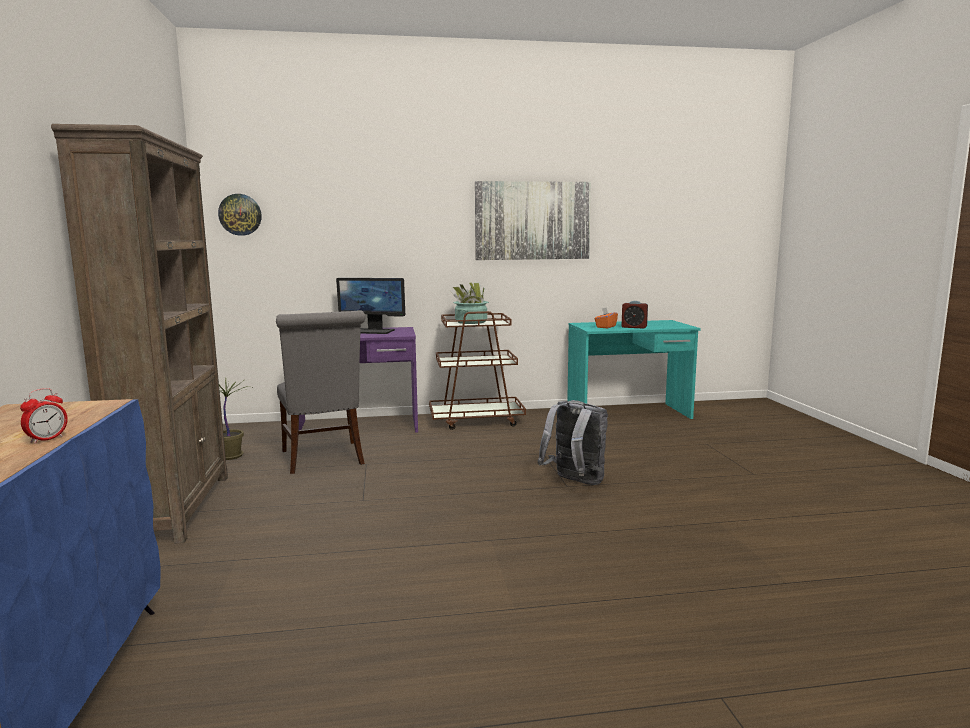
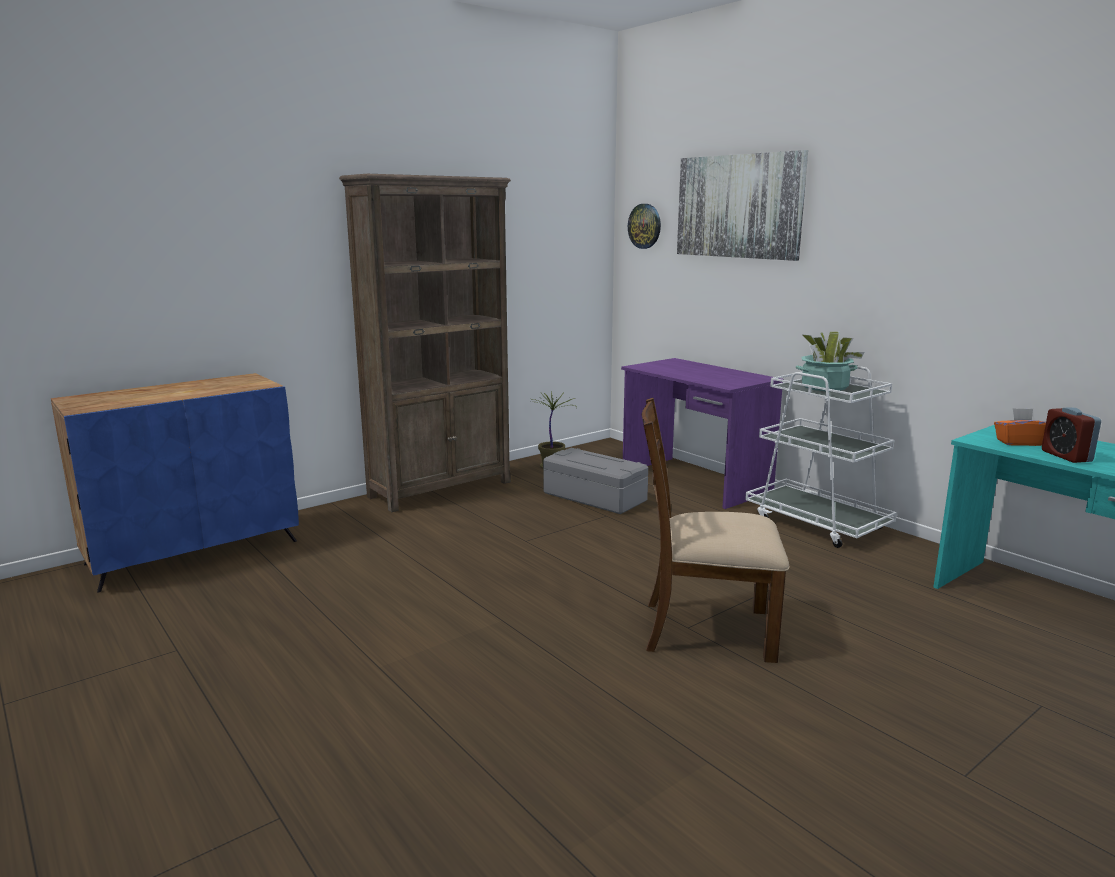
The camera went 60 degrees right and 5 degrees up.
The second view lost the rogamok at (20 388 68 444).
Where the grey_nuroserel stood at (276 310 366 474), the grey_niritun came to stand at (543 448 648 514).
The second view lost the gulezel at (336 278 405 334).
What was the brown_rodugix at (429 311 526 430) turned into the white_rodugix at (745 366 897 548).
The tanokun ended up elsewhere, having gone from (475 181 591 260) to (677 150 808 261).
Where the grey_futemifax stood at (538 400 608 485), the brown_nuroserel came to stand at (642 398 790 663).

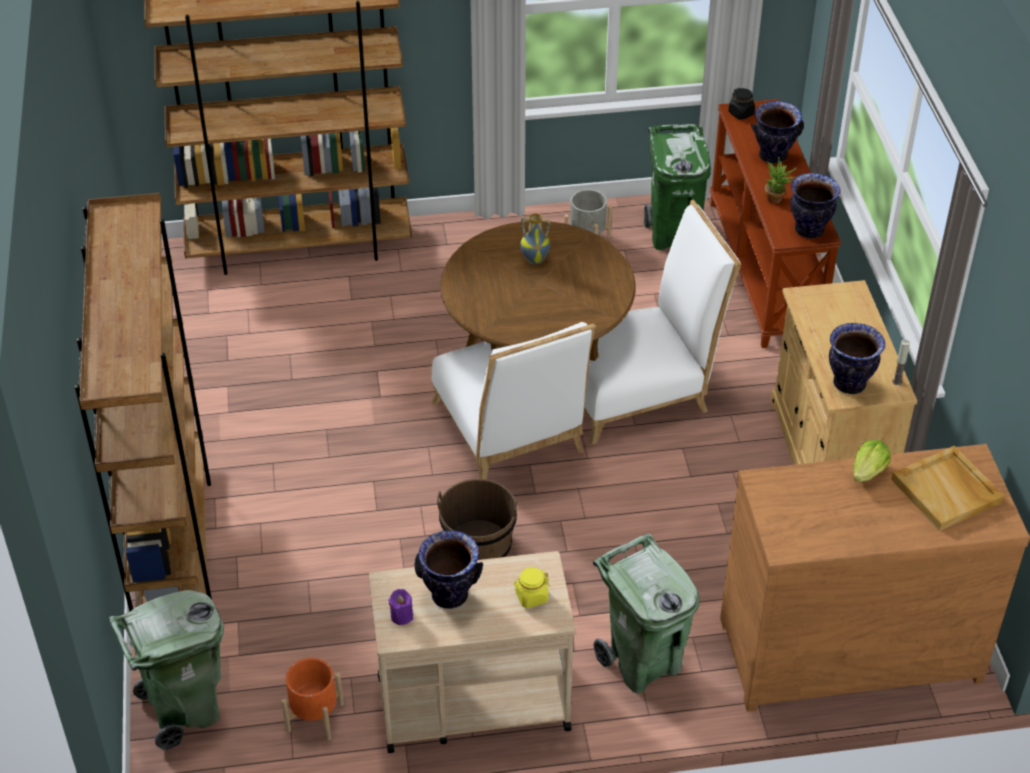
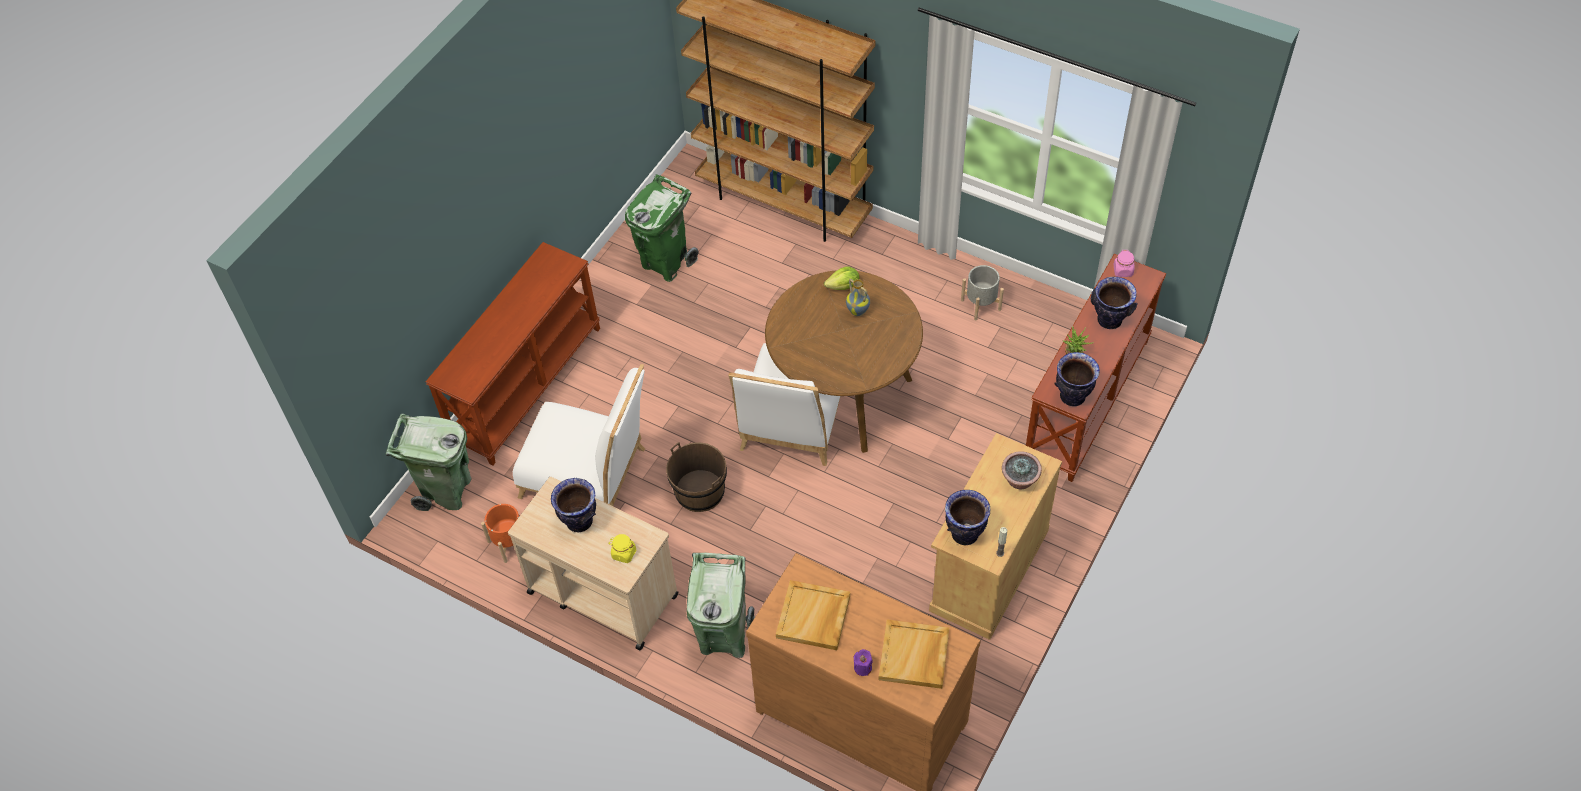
The camera went 40 degrees right and 10 degrees up.
Where the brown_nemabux stood at (75 193 212 612), the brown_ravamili came to stand at (426 242 600 466).
The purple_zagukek ended up elsewhere, having gone from (388 589 413 625) to (854 649 872 676).
The white_nuroserel ended up elsewhere, having gone from (584 199 741 445) to (513 364 645 506).
The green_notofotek ended up elsewhere, having gone from (644 124 711 250) to (625 174 699 282).
What was the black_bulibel at (728 88 755 120) turned into the pink_bulibel at (1114 250 1134 277).
The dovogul ended up elsewhere, having gone from (853 440 891 482) to (824 266 859 290).
The second view gained the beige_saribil at (776 580 850 650).
The second view gained the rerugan at (1002 451 1042 489).

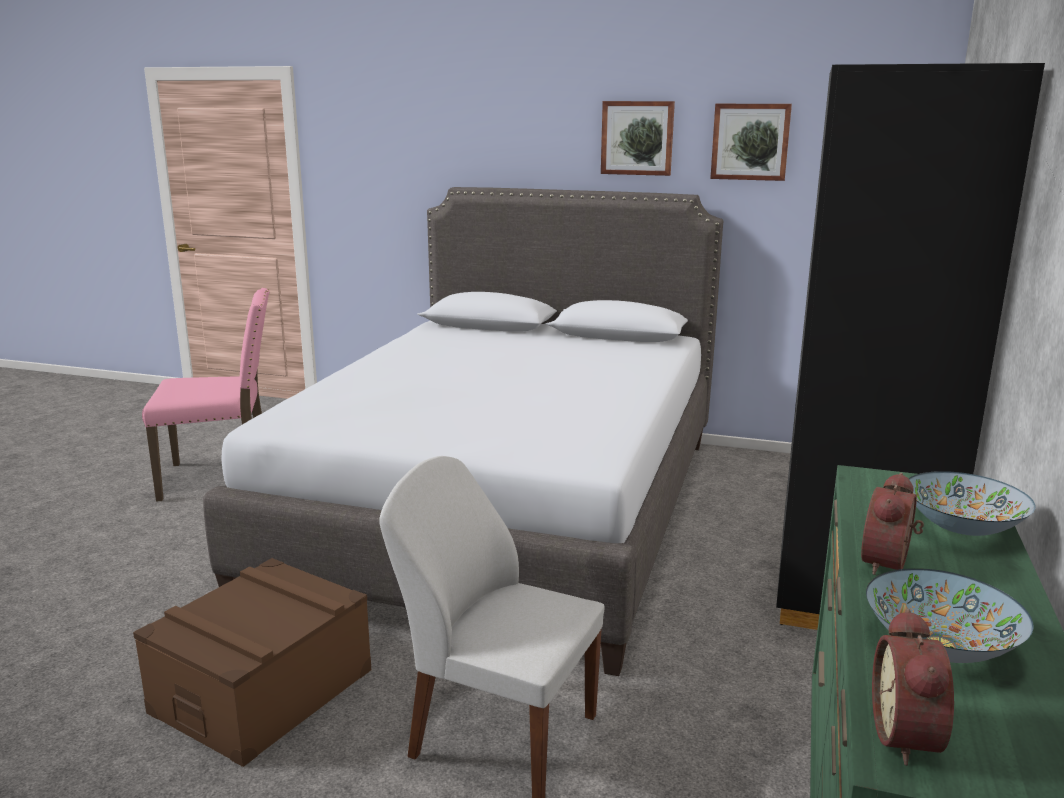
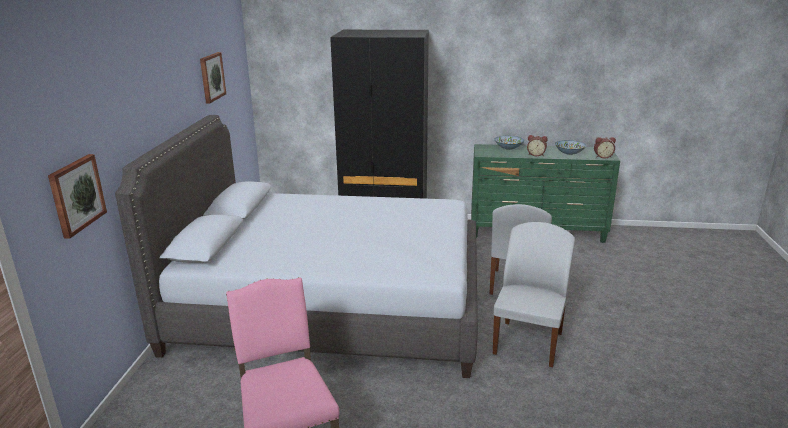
The camera went 100 degrees left and 5 degrees up.
Where the brown_niritun stood at (133 558 371 767), the white_nuroserel came to stand at (493 222 575 367).
The tanokun ended up elsewhere, having gone from (601 101 675 176) to (48 154 107 239).

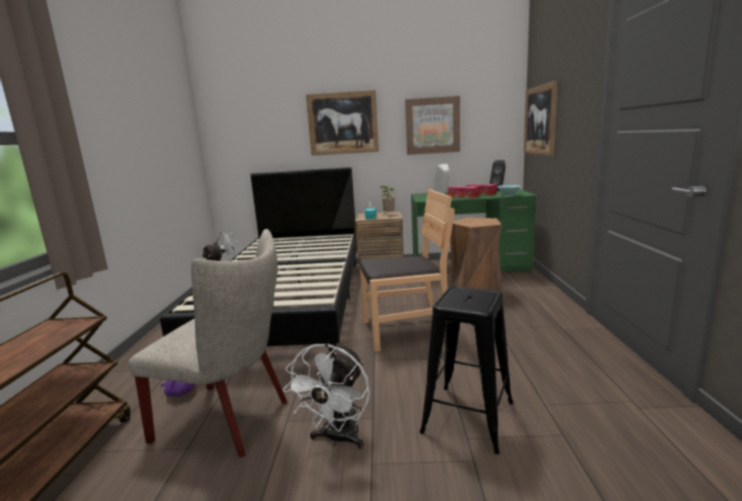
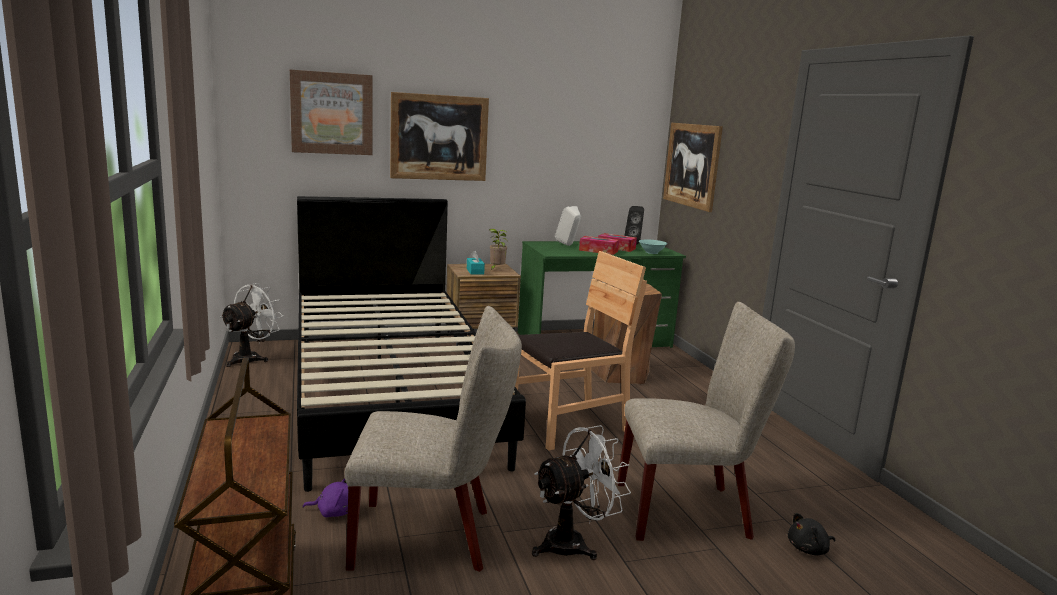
The camera went 20 degrees left and 0 degrees up.
The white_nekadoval at (283 343 370 449) ended up facing another way, 120 degrees counterclockwise from before.
The tanokun ended up elsewhere, having gone from (405 96 460 155) to (290 70 373 155).
Where the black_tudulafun stood at (420 286 513 454), the beige_nuroserel came to stand at (617 302 795 541).
The second view gained the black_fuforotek at (788 513 835 555).

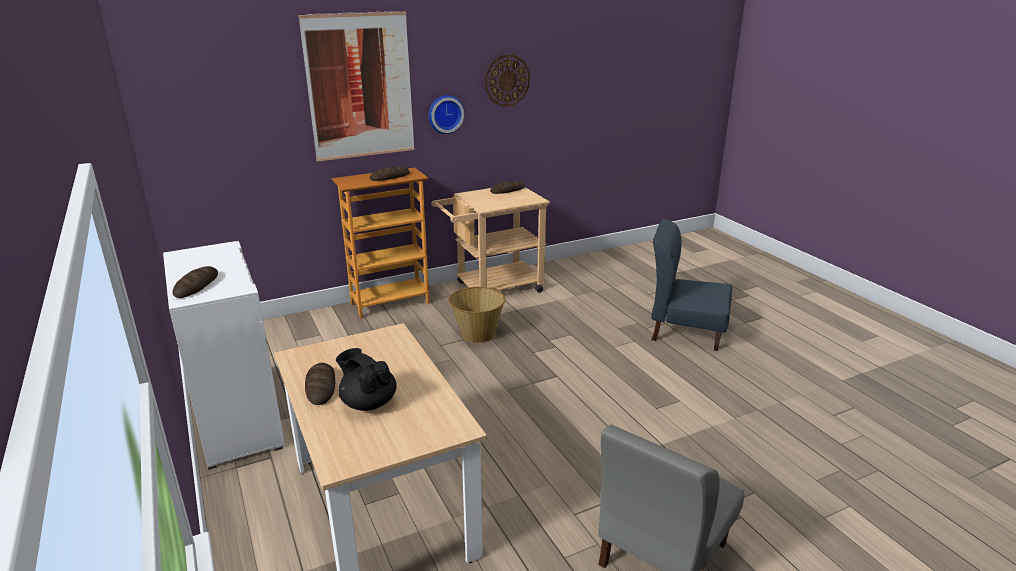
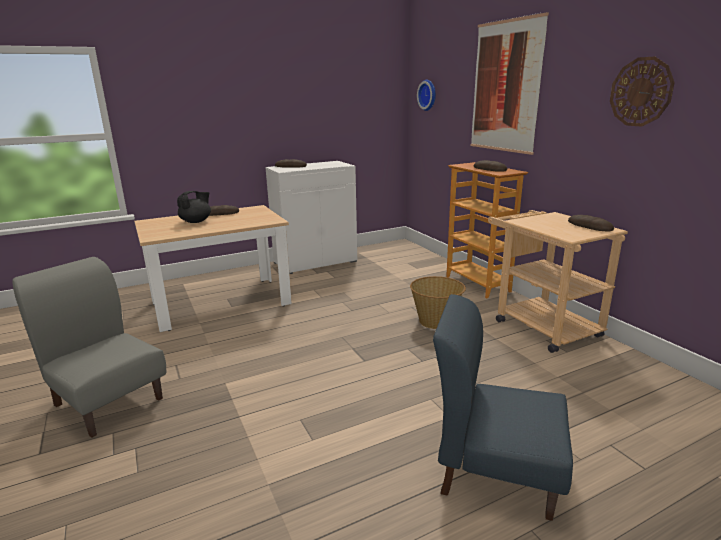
The camera went 90 degrees right and 5 degrees down.
The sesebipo ended up elsewhere, having gone from (429 95 465 134) to (417 80 436 111).
The blue_nuroserel at (651 219 732 351) ended up facing another way, 90 degrees counterclockwise from before.

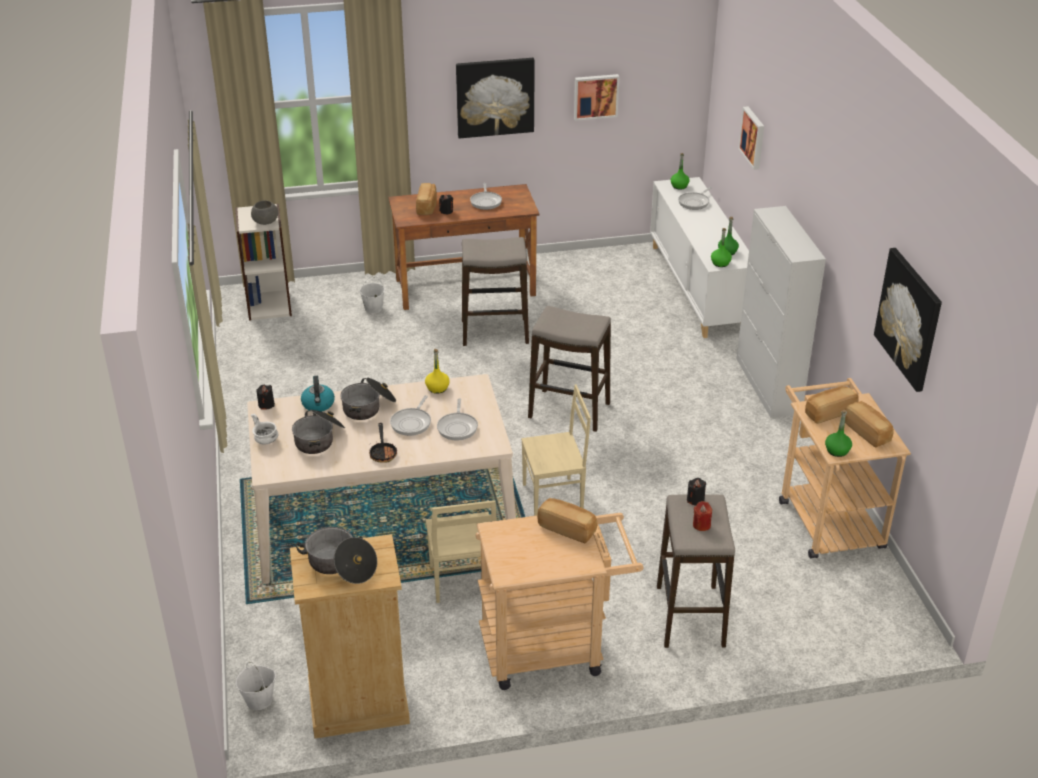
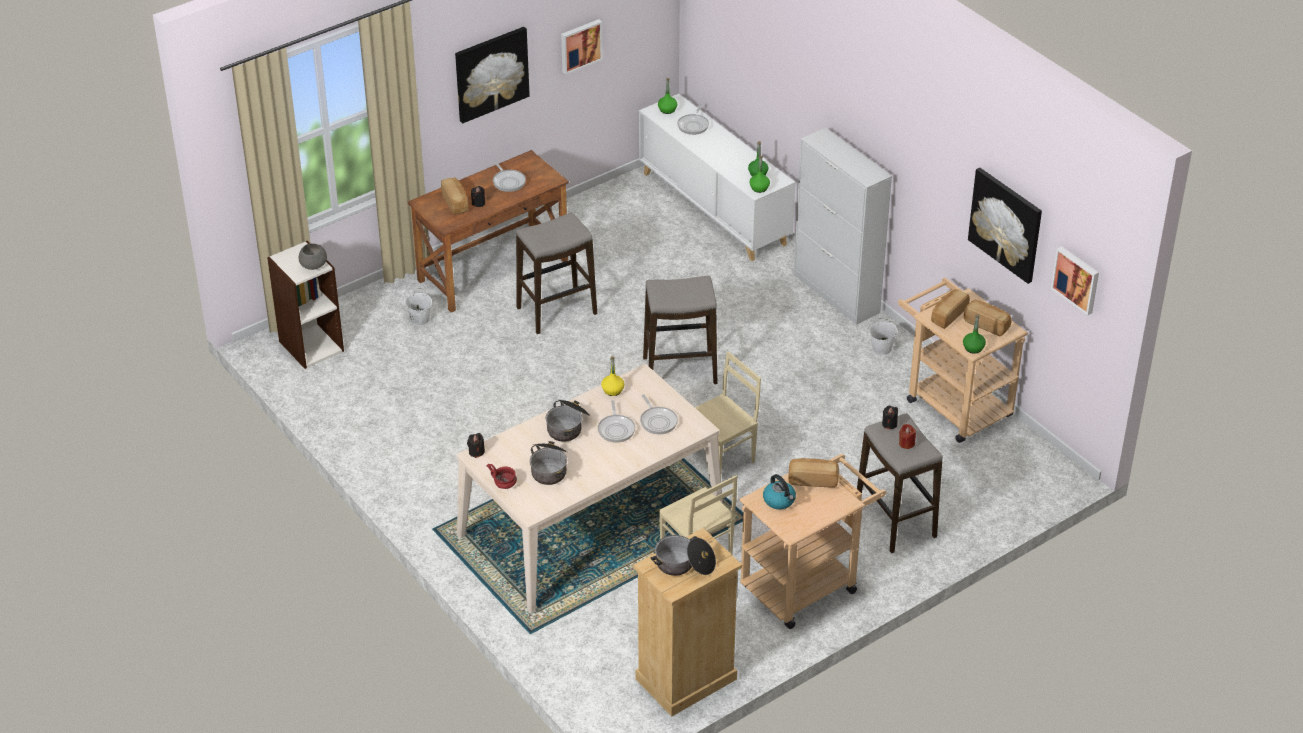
The camera went 25 degrees left and 5 degrees up.
The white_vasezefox ended up elsewhere, having gone from (236 662 276 710) to (869 318 897 355).
What was the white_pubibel at (251 414 279 445) turned into the red_pubibel at (487 464 517 489).
The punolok ended up elsewhere, having gone from (301 376 335 412) to (763 474 796 509).
The second view lost the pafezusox at (369 423 397 463).
The tanokun ended up elsewhere, having gone from (738 106 764 170) to (1051 246 1099 316).

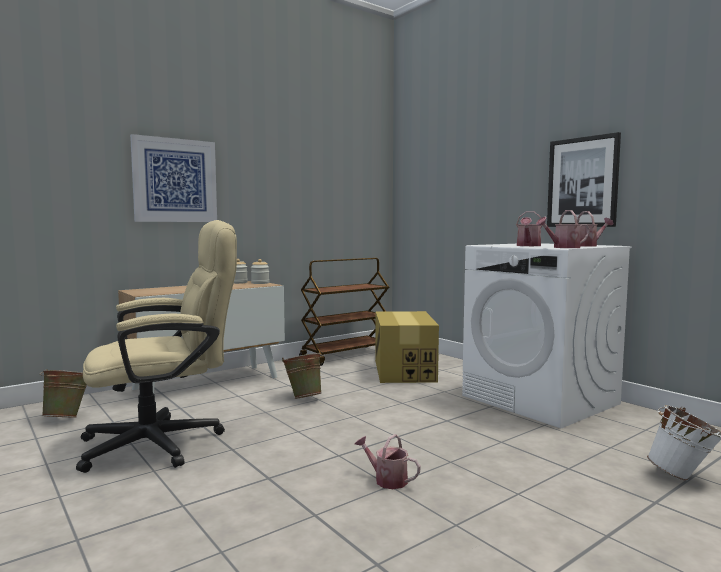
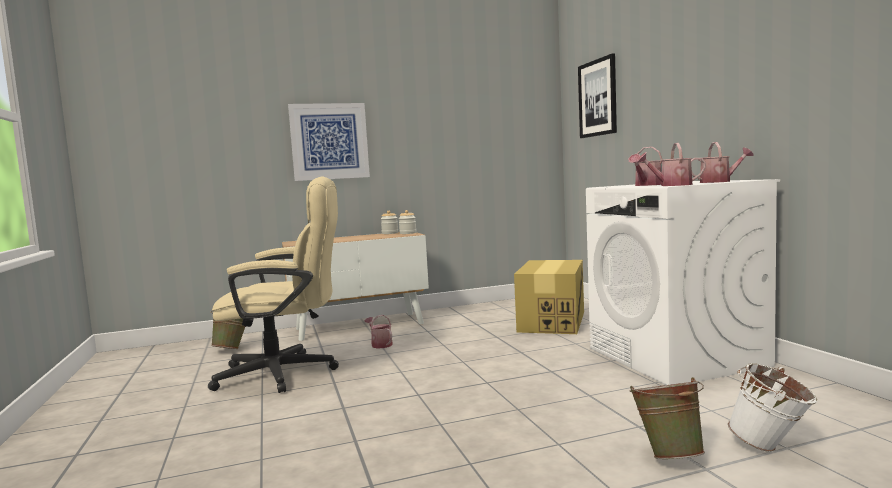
The camera went 20 degrees right and 0 degrees up.
The green_vasezefox ended up elsewhere, having gone from (282 353 323 399) to (630 377 705 459).
The second view lost the brown_rodugix at (299 258 389 366).
The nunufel ended up elsewhere, having gone from (355 434 421 489) to (365 315 393 349).
The tanokun ended up elsewhere, having gone from (547 132 621 227) to (578 53 617 138).

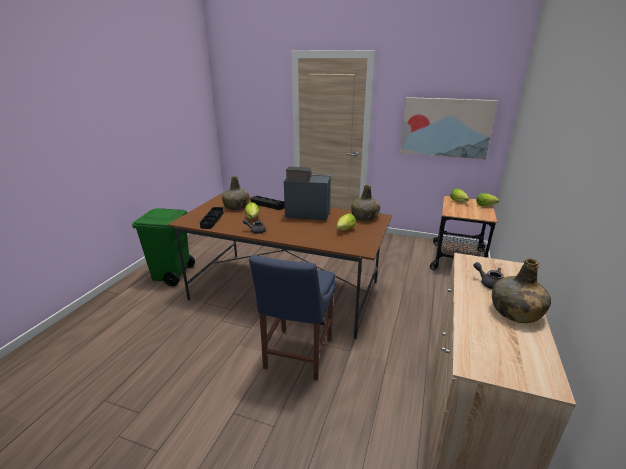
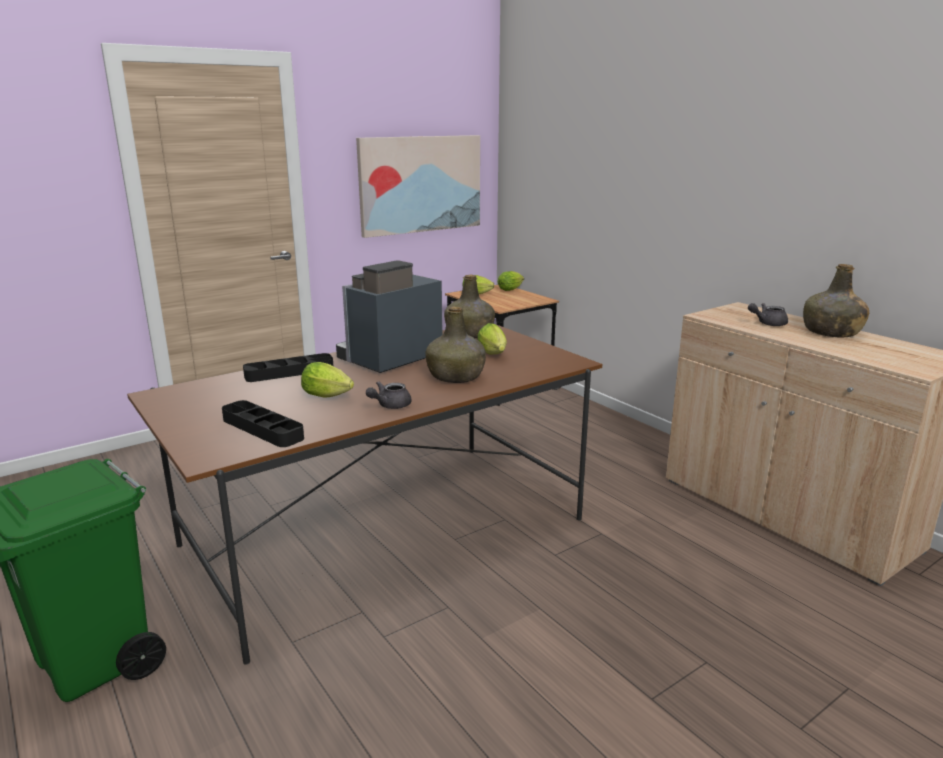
The camera went 55 degrees left and 5 degrees down.
The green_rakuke ended up elsewhere, having gone from (222 176 249 210) to (425 306 486 383).
The second view lost the blue_nuroserel at (249 255 336 380).

